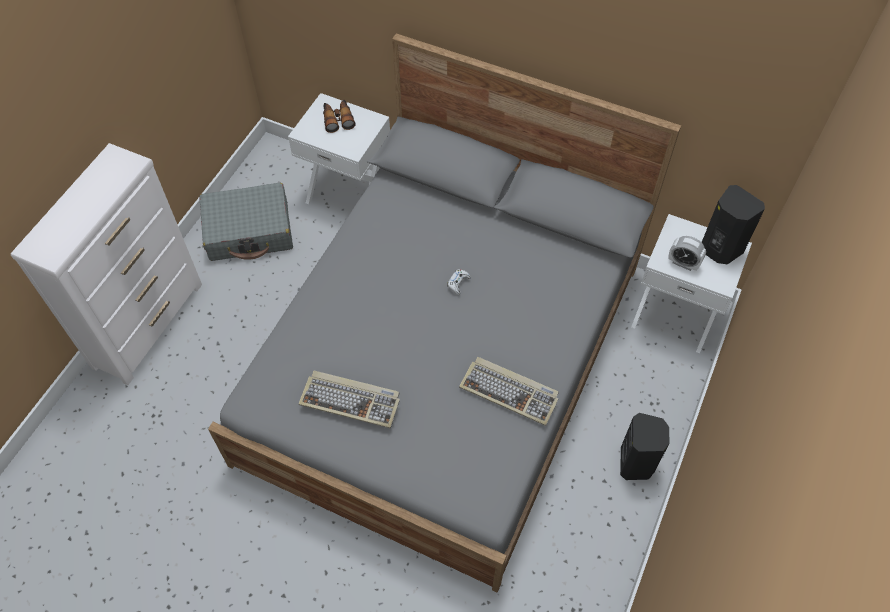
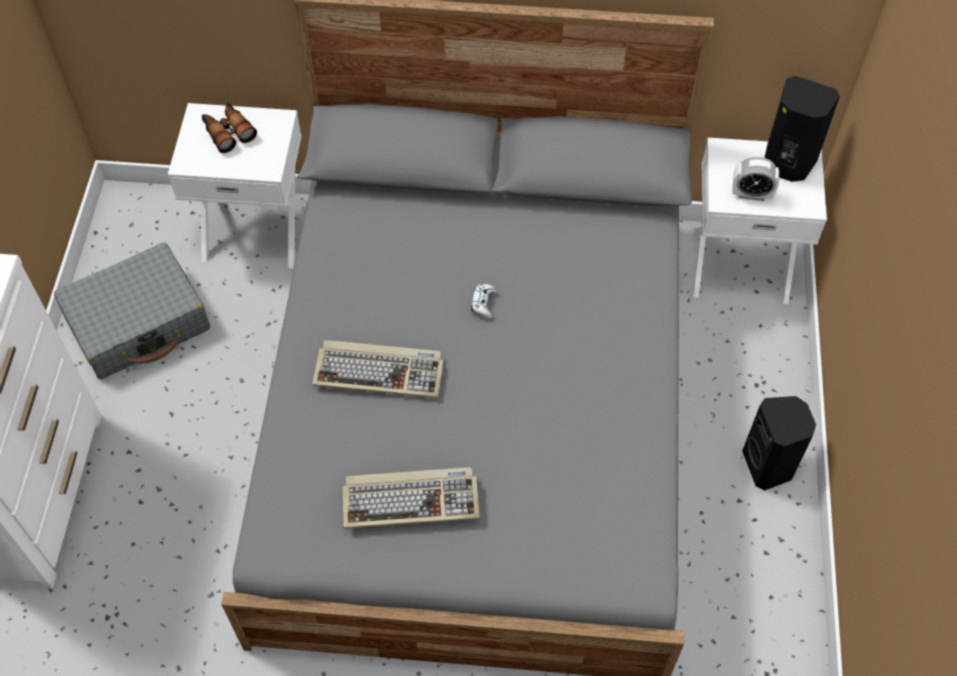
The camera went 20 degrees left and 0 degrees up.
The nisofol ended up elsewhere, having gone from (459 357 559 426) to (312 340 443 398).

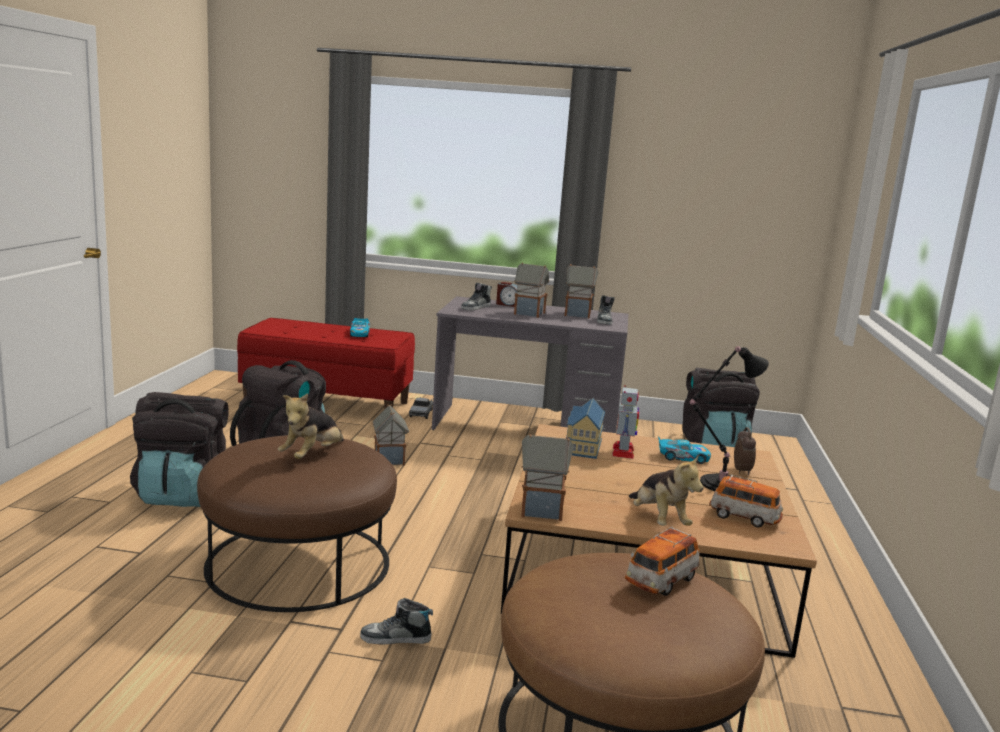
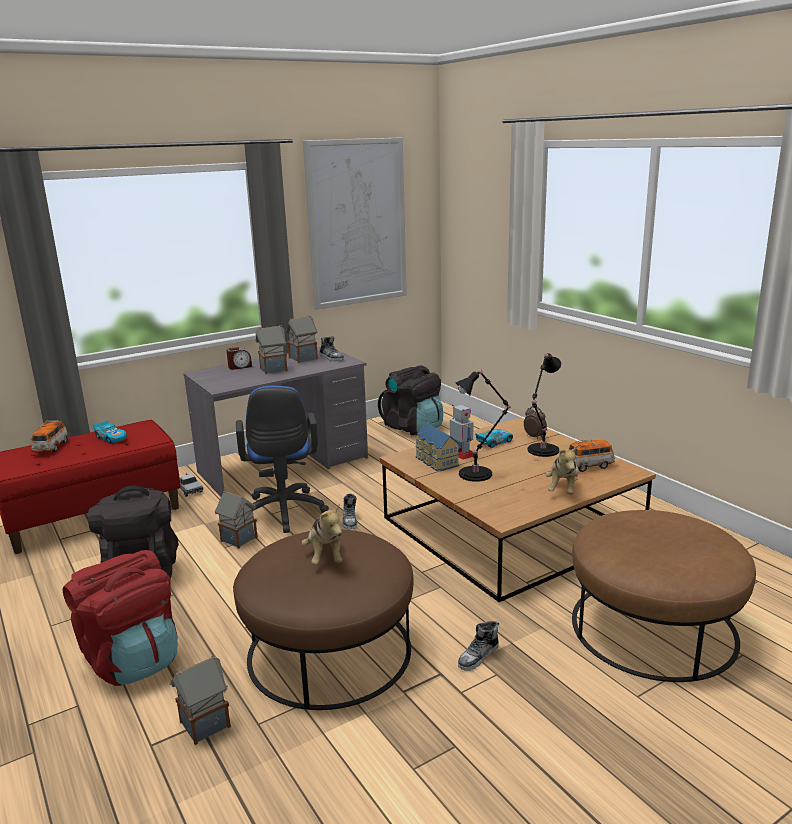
The camera went 40 degrees left and 5 degrees up.
What was the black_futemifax at (130 392 229 507) turned into the red_futemifax at (63 550 178 686).
The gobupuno ended up elsewhere, having gone from (461 283 492 311) to (342 494 357 530).
The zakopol ended up elsewhere, having gone from (521 433 574 521) to (170 655 231 745).
The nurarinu ended up elsewhere, having gone from (625 527 700 596) to (30 420 68 452).
The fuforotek at (629 456 703 526) ended up facing another way, 75 degrees clockwise from before.
The second view gained the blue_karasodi at (236 386 329 533).
The second view gained the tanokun at (303 137 407 310).
The second view gained the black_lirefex at (455 369 511 482).

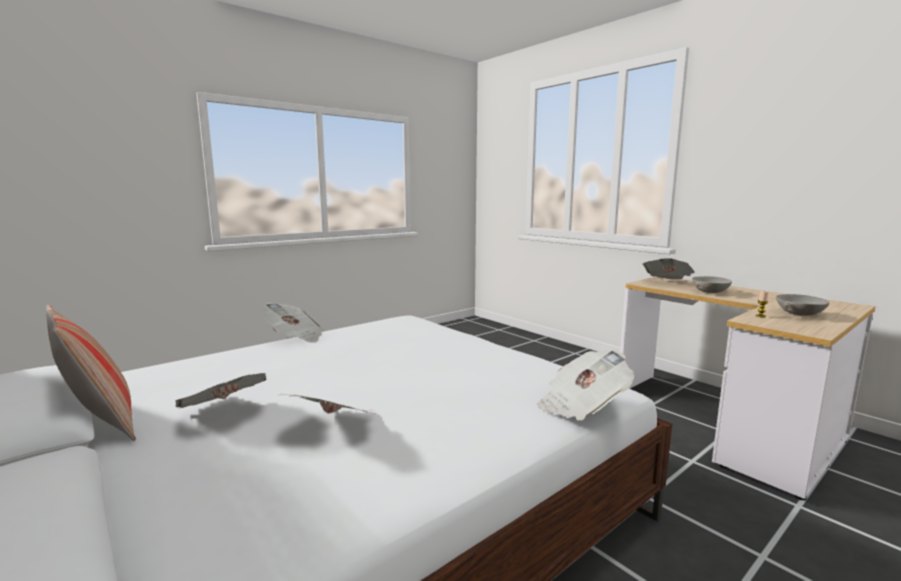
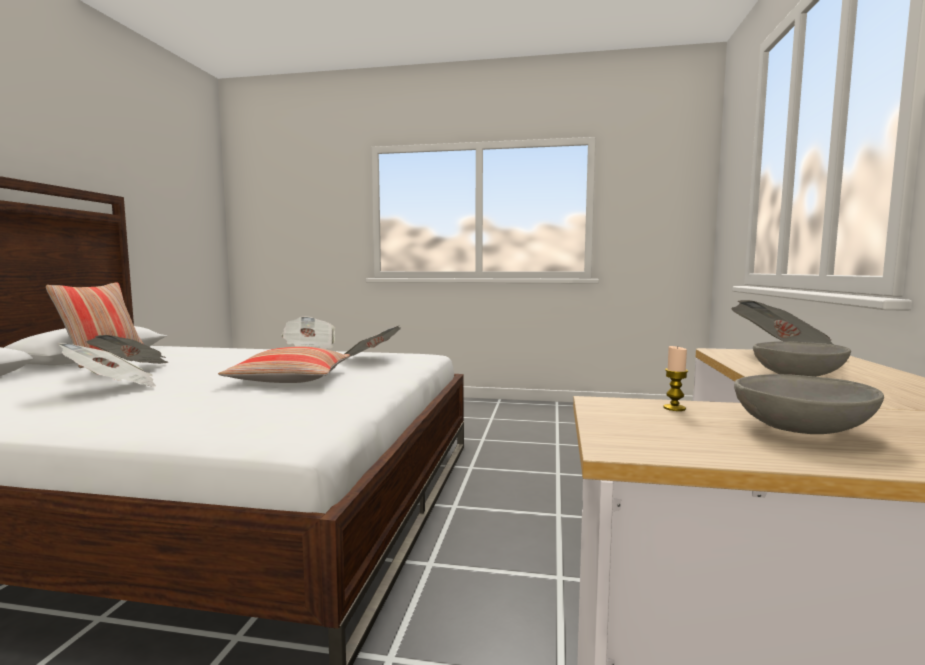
The camera went 50 degrees right and 5 degrees down.
The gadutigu ended up elsewhere, having gone from (537 350 634 420) to (345 326 401 357).
The second view gained the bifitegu at (218 346 350 383).

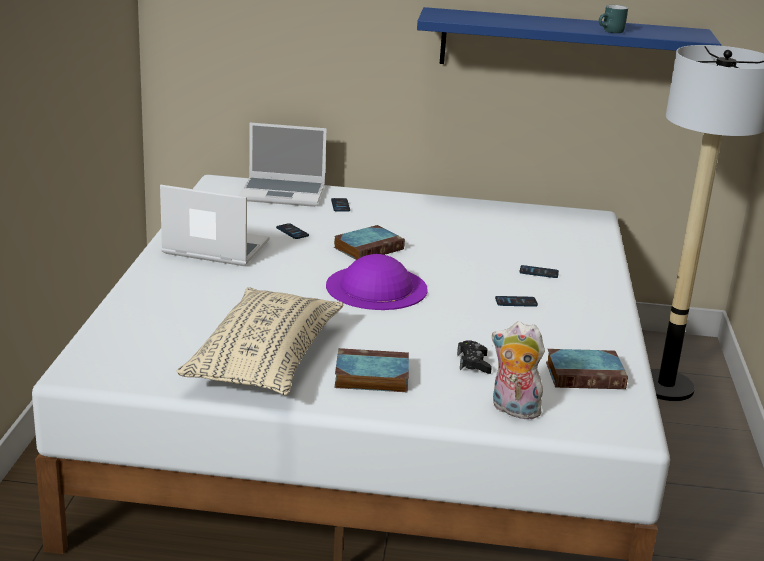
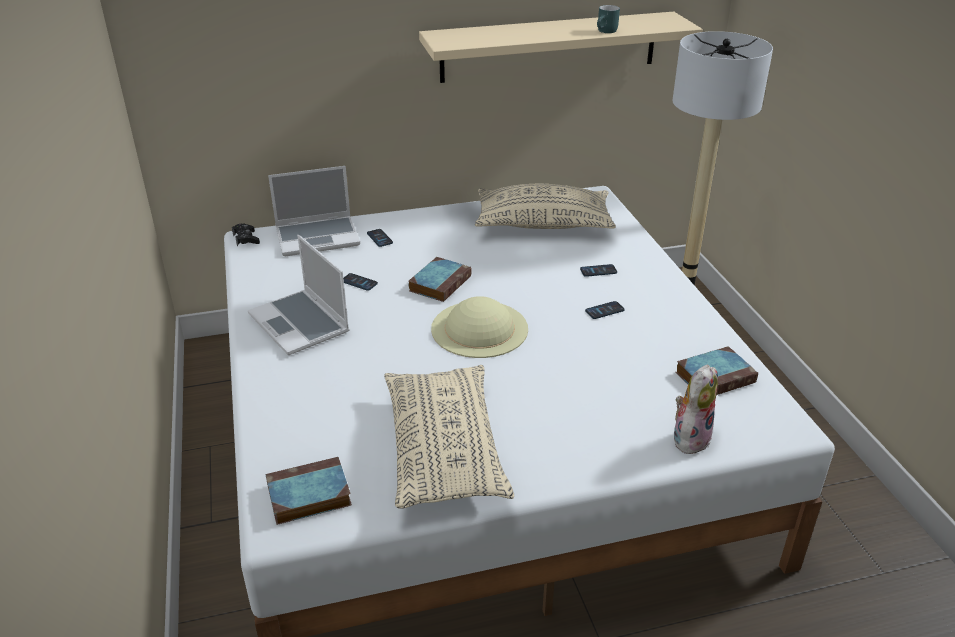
The camera went 20 degrees left and 10 degrees up.
The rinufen at (160 184 269 266) ended up facing another way, 120 degrees counterclockwise from before.
What was the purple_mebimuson at (326 254 428 310) turned into the beige_mebimuson at (431 296 528 358).
The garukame ended up elsewhere, having gone from (334 348 409 392) to (265 457 352 525).
What was the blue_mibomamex at (417 7 721 64) turned into the beige_mibomamex at (419 12 703 83).
The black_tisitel ended up elsewhere, having gone from (457 340 492 374) to (232 224 260 246).
The fuforotek at (491 321 547 419) ended up facing another way, 120 degrees clockwise from before.
The second view gained the beige_bifitegu at (475 184 616 229).

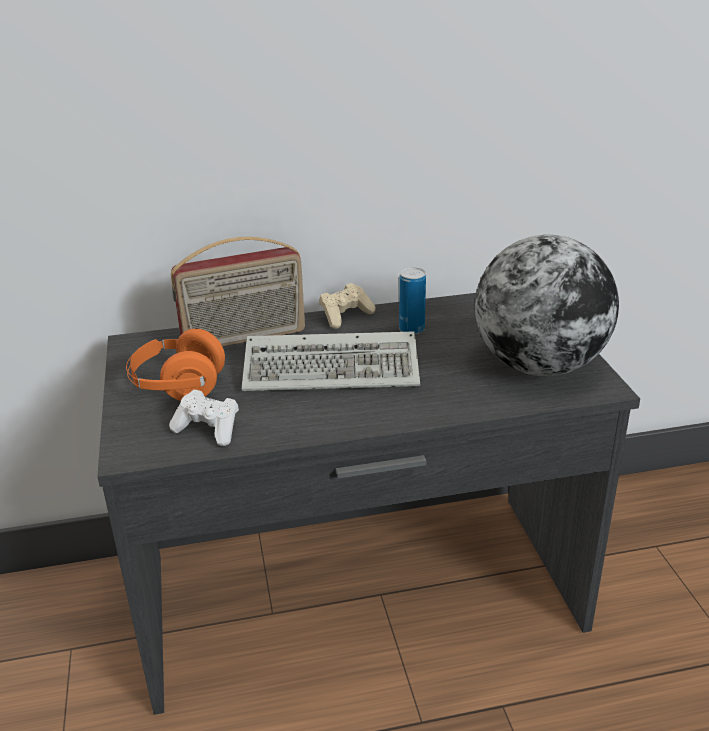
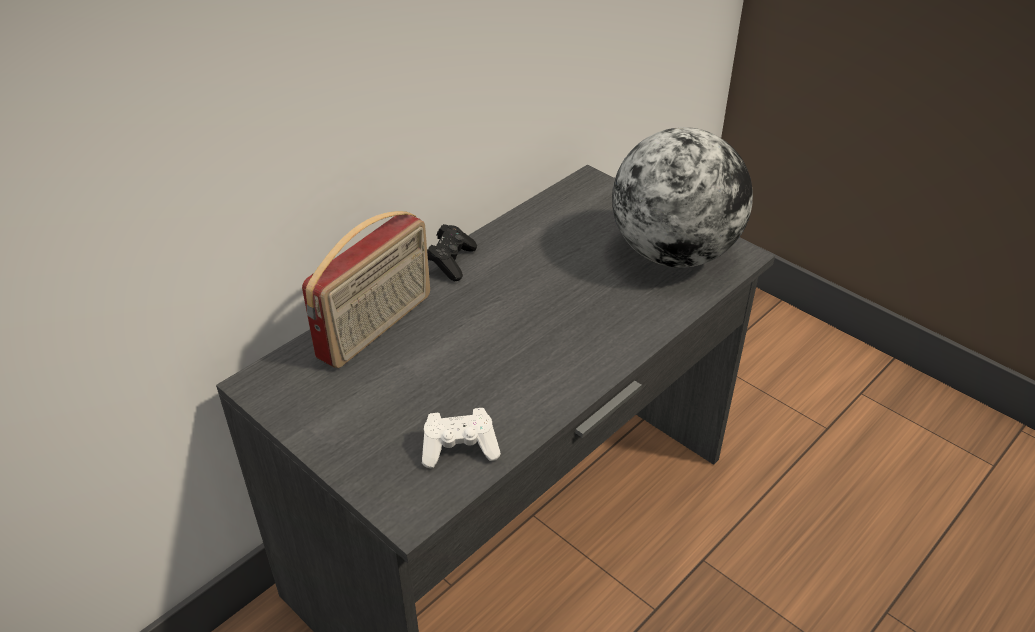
The camera went 35 degrees left and 10 degrees up.
The second view lost the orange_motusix at (126 329 225 401).
The second view lost the nisofol at (242 331 420 391).
What was the beige_tisitel at (319 283 376 329) turned into the black_tisitel at (427 224 477 281).
The second view lost the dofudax at (399 267 426 335).

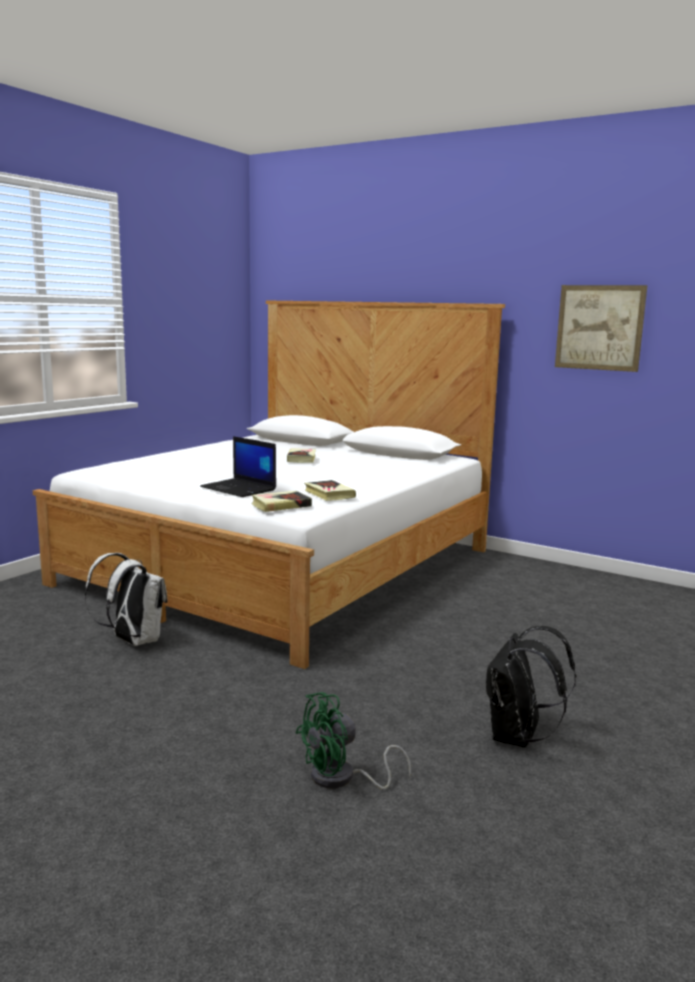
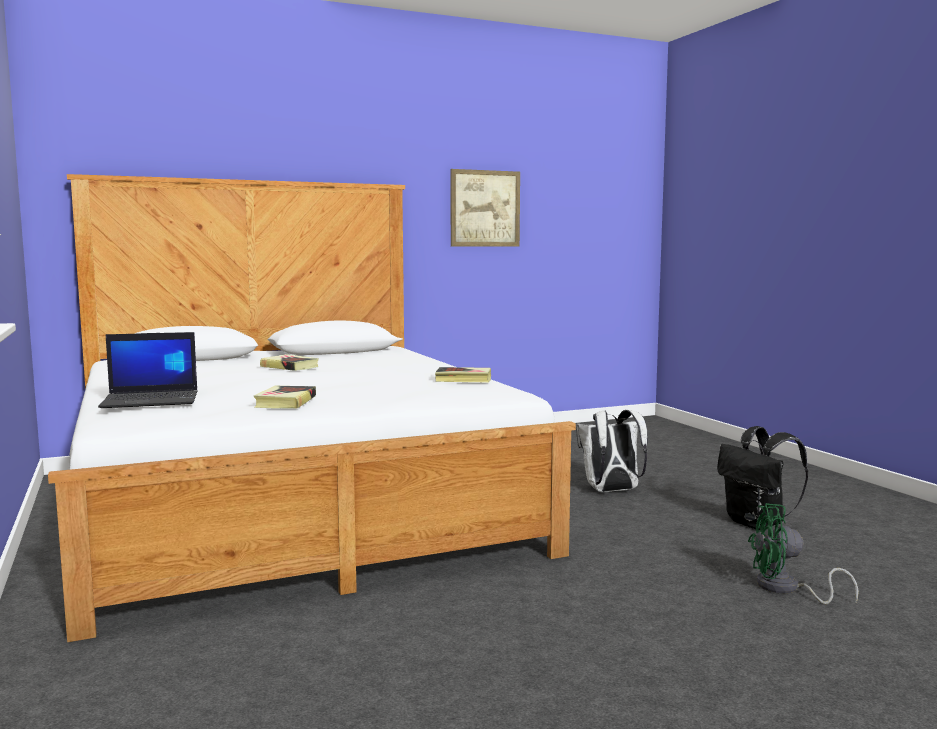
The camera went 55 degrees left and 5 degrees down.
The white_futemifax ended up elsewhere, having gone from (84 553 167 646) to (576 410 648 492).
The rinufen ended up elsewhere, having gone from (200 436 276 497) to (98 332 198 408).
The garukame ended up elsewhere, having gone from (252 491 312 512) to (254 386 316 409).
The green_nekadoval at (296 692 411 790) ended up facing another way, 90 degrees clockwise from before.

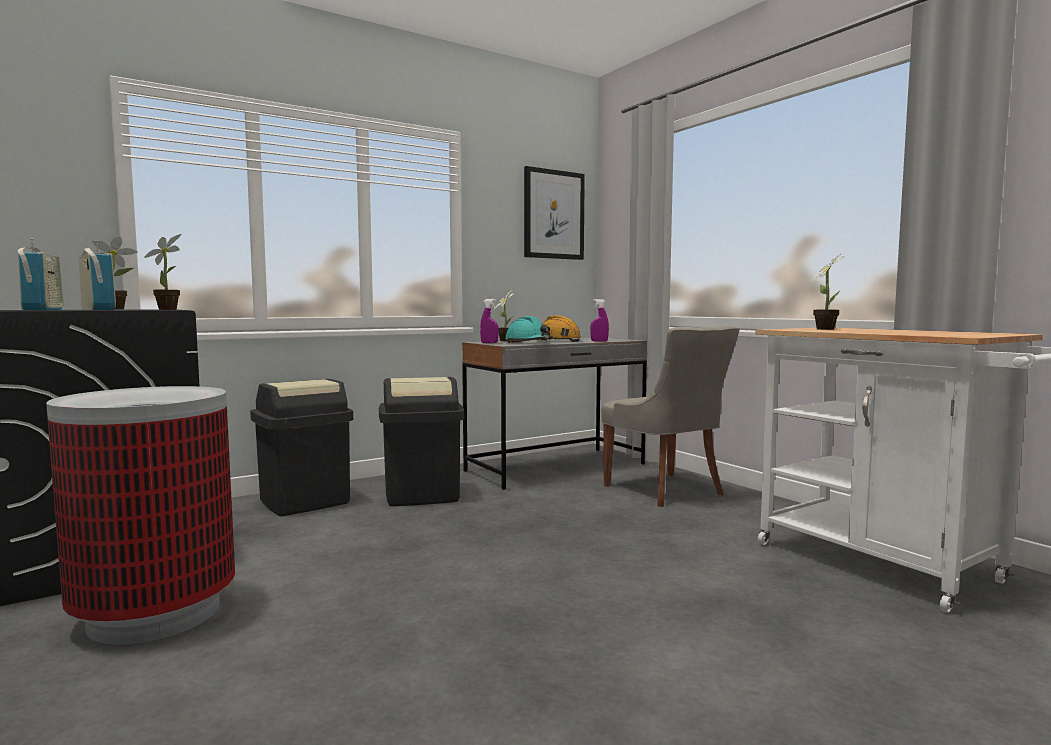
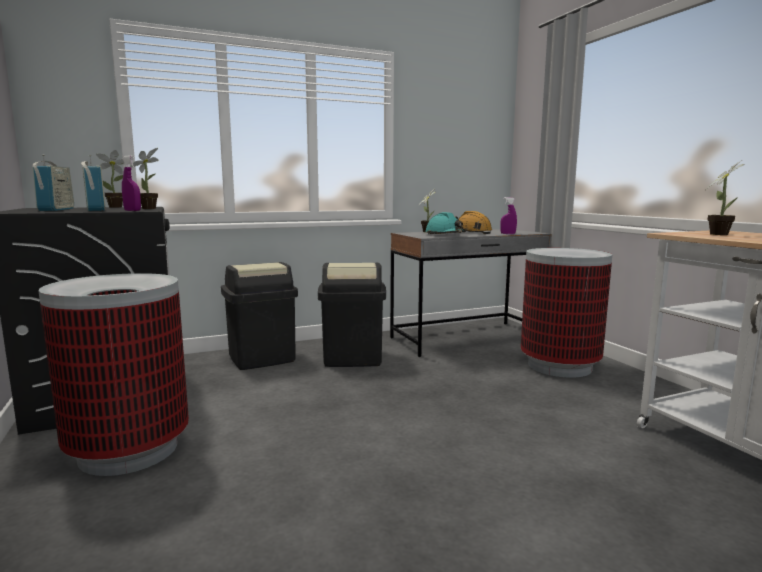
The camera went 10 degrees right and 5 degrees up.
The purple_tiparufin ended up elsewhere, having gone from (480 299 499 343) to (122 155 141 211).
The second view lost the tanokun at (524 166 585 260).
Where the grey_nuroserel stood at (601 326 740 507), the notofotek came to stand at (521 248 612 378).

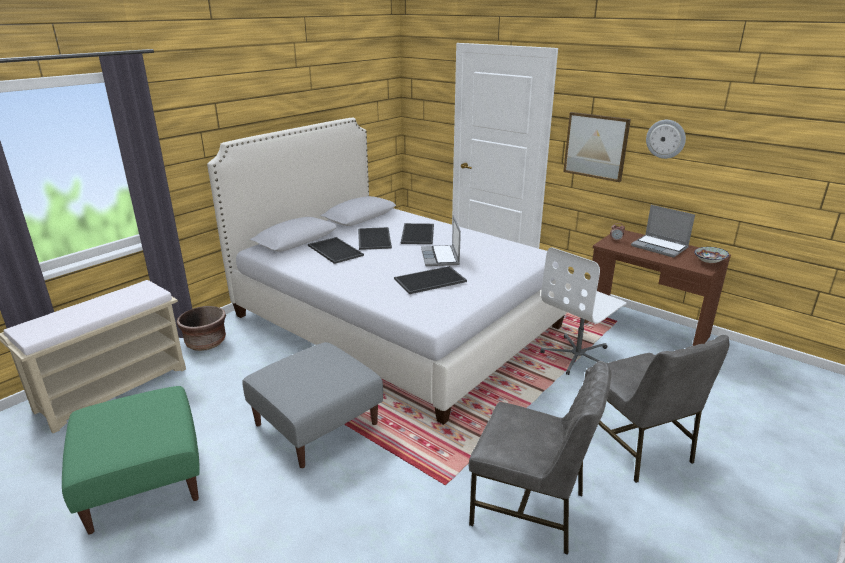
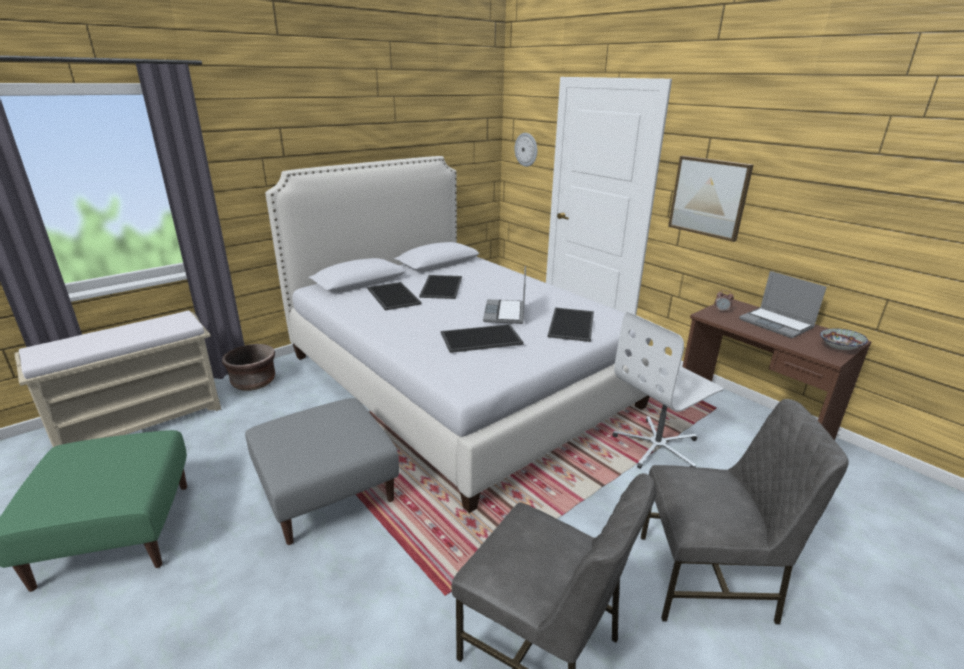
The camera went 10 degrees right and 0 degrees up.
The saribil ended up elsewhere, having gone from (401 223 434 244) to (548 308 594 342).
The grey_nuroserel at (585 335 729 483) ended up facing another way, 75 degrees counterclockwise from before.
The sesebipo ended up elsewhere, having gone from (646 120 686 159) to (515 133 537 167).

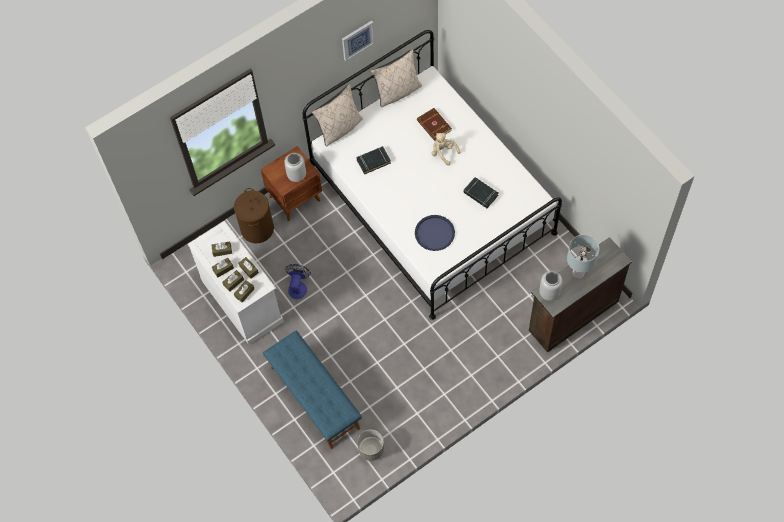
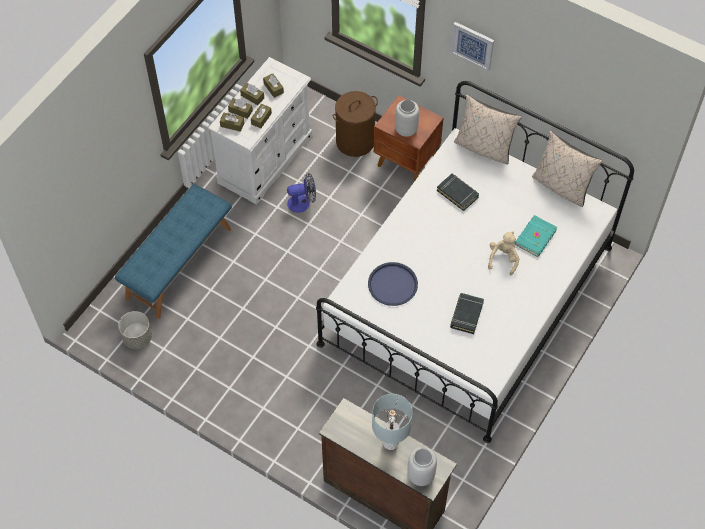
The camera went 65 degrees right and 5 degrees down.
The tanokun ended up elsewhere, having gone from (342 21 375 61) to (451 22 494 71).
What was the brown_garukame at (417 108 452 141) turned into the turquoise_garukame at (514 215 558 257).
The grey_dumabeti ended up elsewhere, having gone from (539 271 563 301) to (407 447 437 486).

